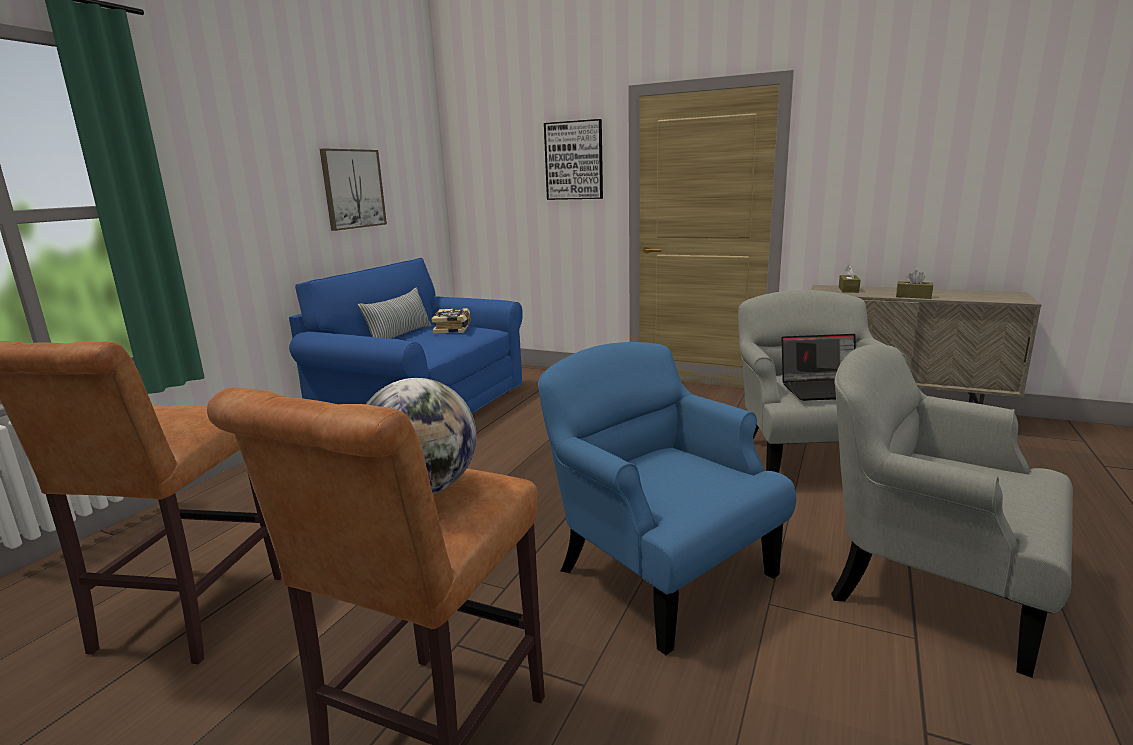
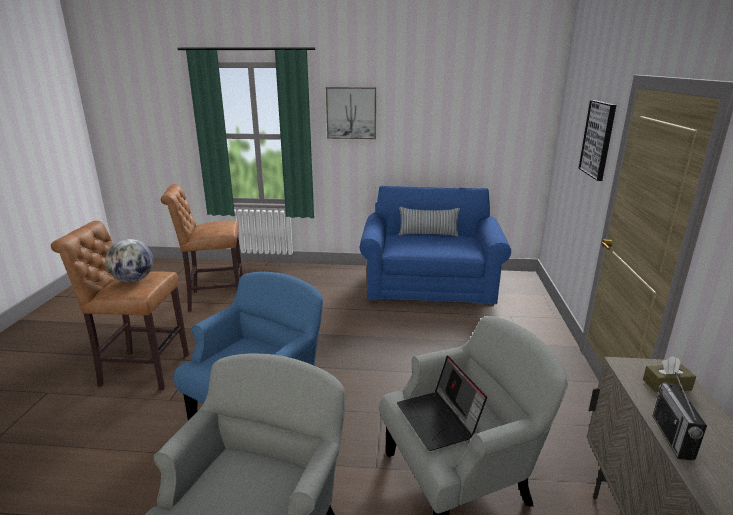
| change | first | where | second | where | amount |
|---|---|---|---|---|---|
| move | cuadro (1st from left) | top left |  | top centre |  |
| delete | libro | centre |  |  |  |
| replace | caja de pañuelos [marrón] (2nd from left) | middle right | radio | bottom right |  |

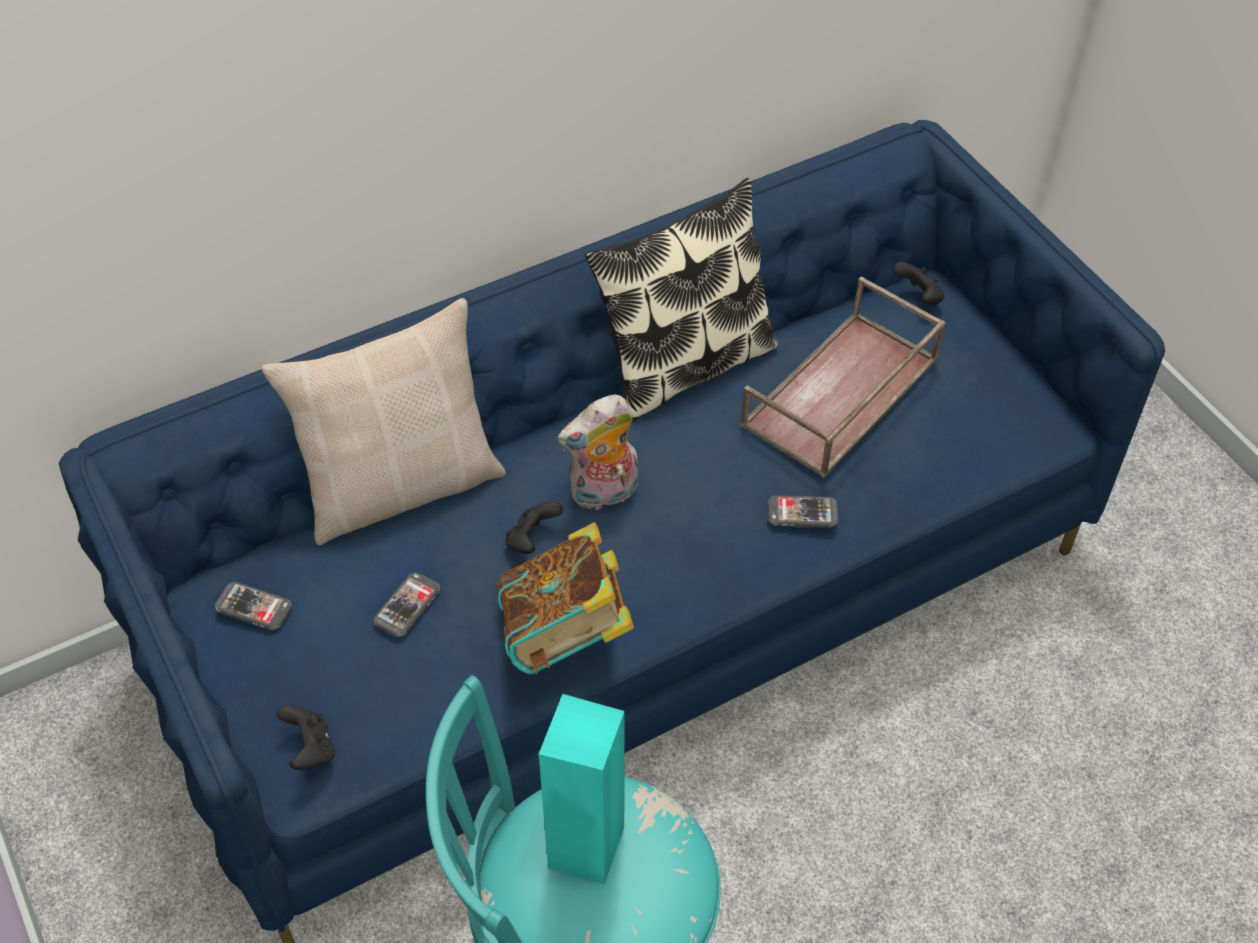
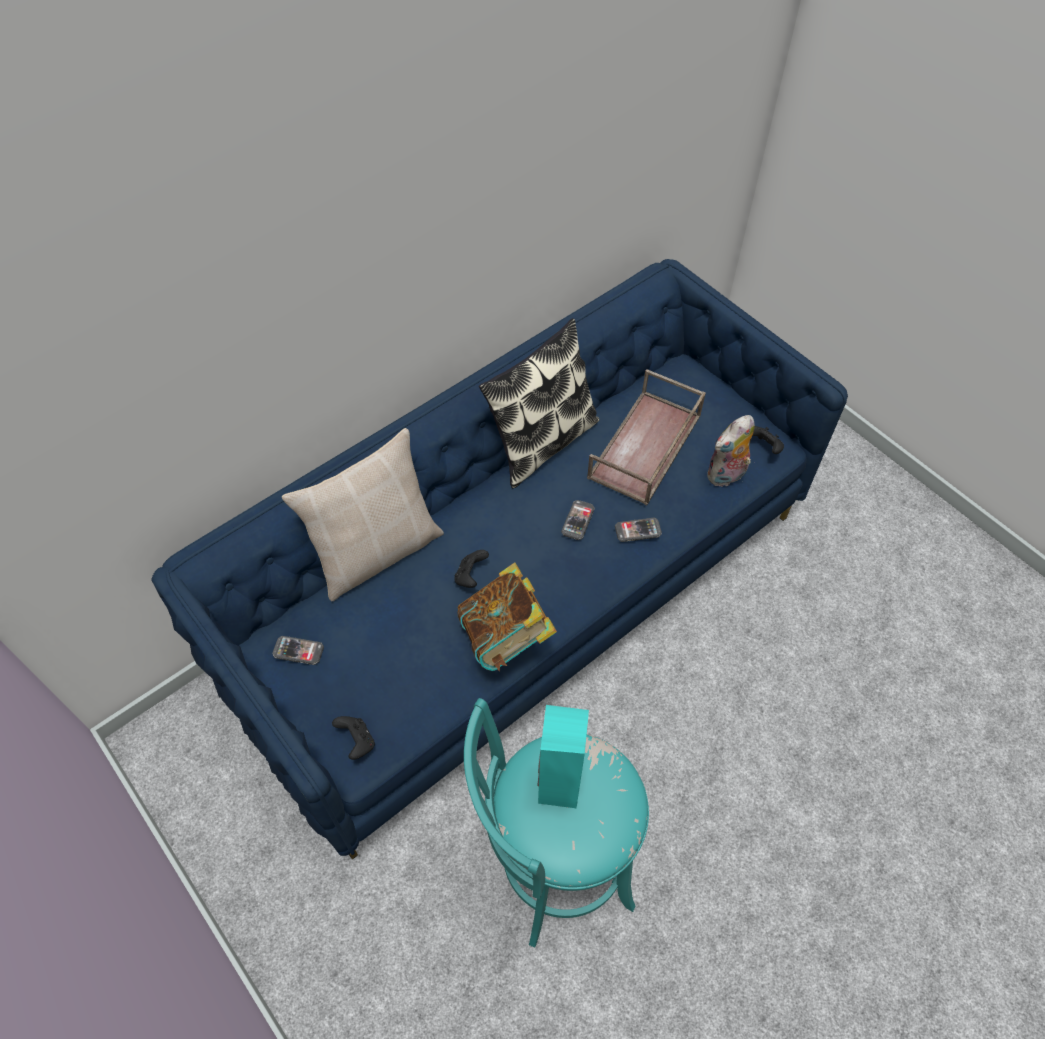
| change | first | where | second | where | amount |
|---|---|---|---|---|---|
| move | móvil (2nd from left) | middle left |  | centre |  |
| move | peluche | centre |  | middle right |  |
| move | mando de consola [negro] (3rd from left) | top right |  | middle right |  |

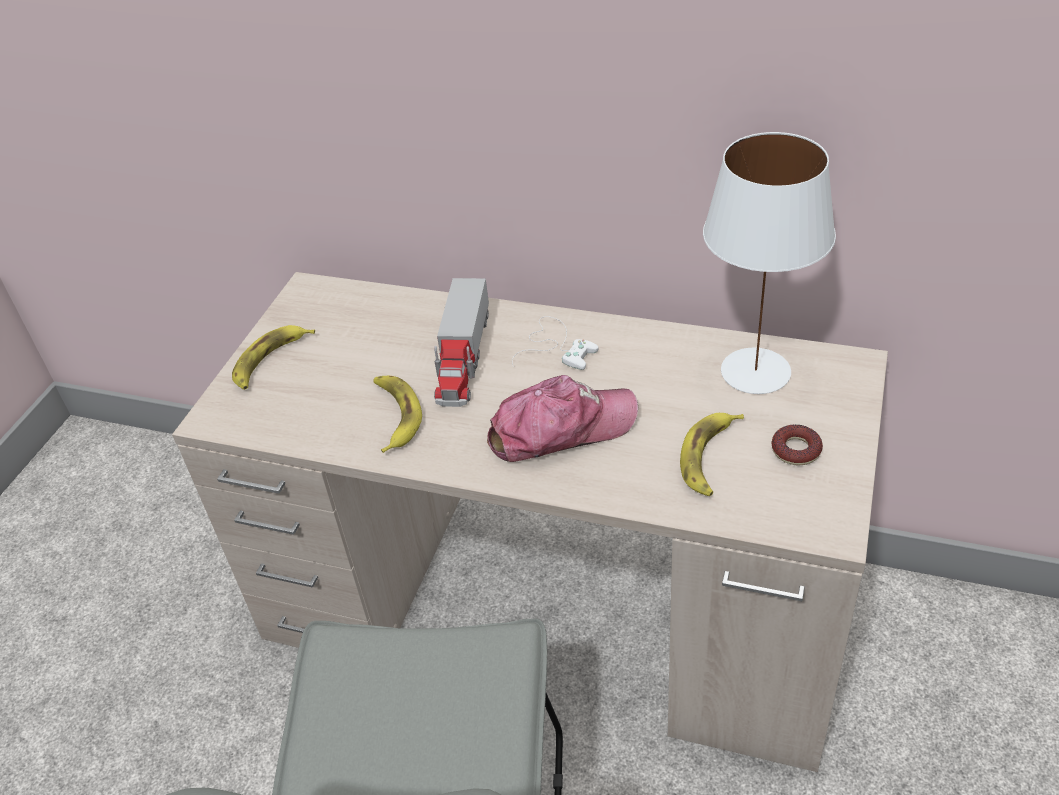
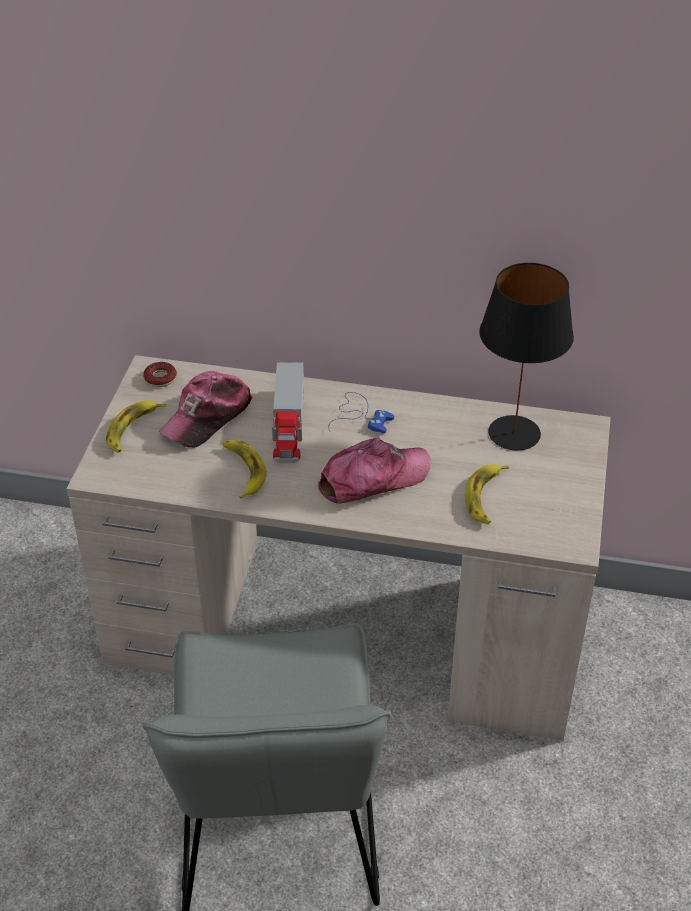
| change | first | where | second | where | amount |
|---|---|---|---|---|---|
| recolor | mando de consola [blanco] | centre | mando de consola [azul] | centre |  |
| recolor | lámpara de mesa [blanco] | top right | lámpara de mesa [negro] | middle right |  |
| move | rosquilla | middle right |  | middle left |  |
| insert |  |  | gorra (1st from left) | middle left |  |

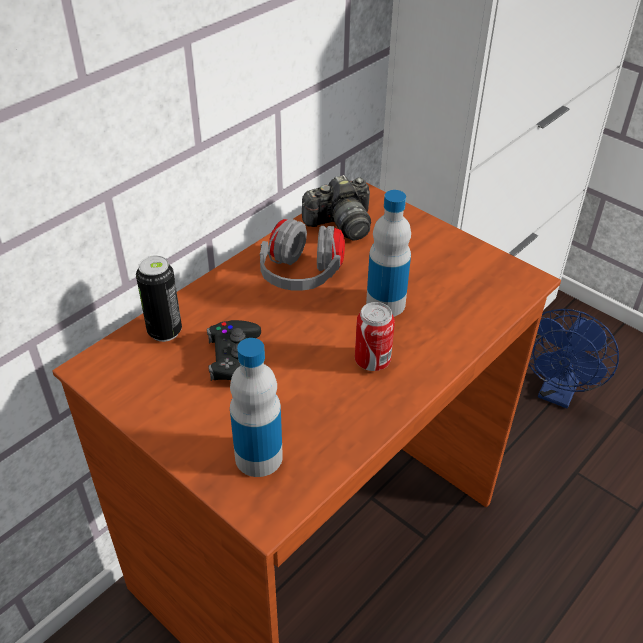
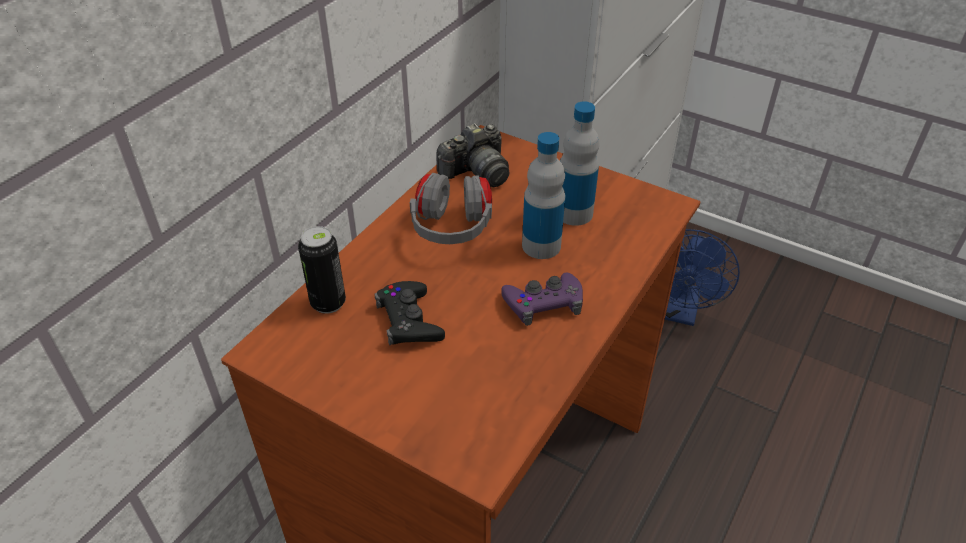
| change | first | where | second | where | amount |
|---|---|---|---|---|---|
| move | botella (1st from left in the first image) | centre | botella (2nd from left) | top centre |  |
| replace | lata (2nd from left) | centre | mando de consola [morado] | centre |  |

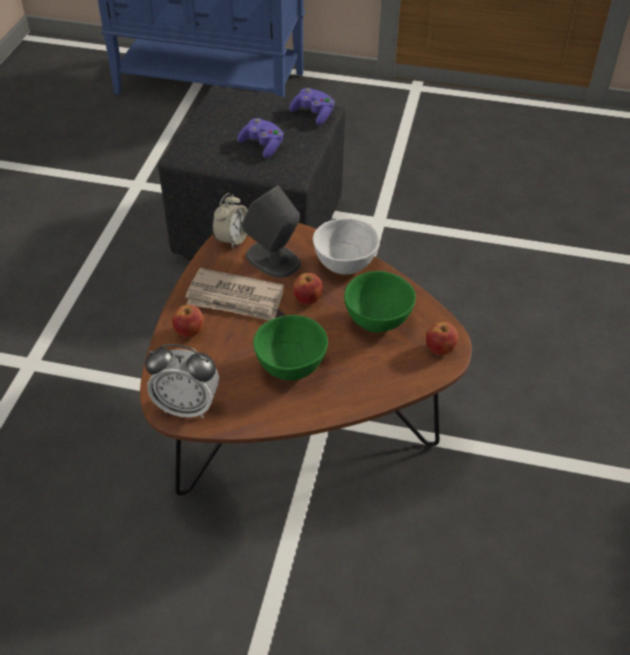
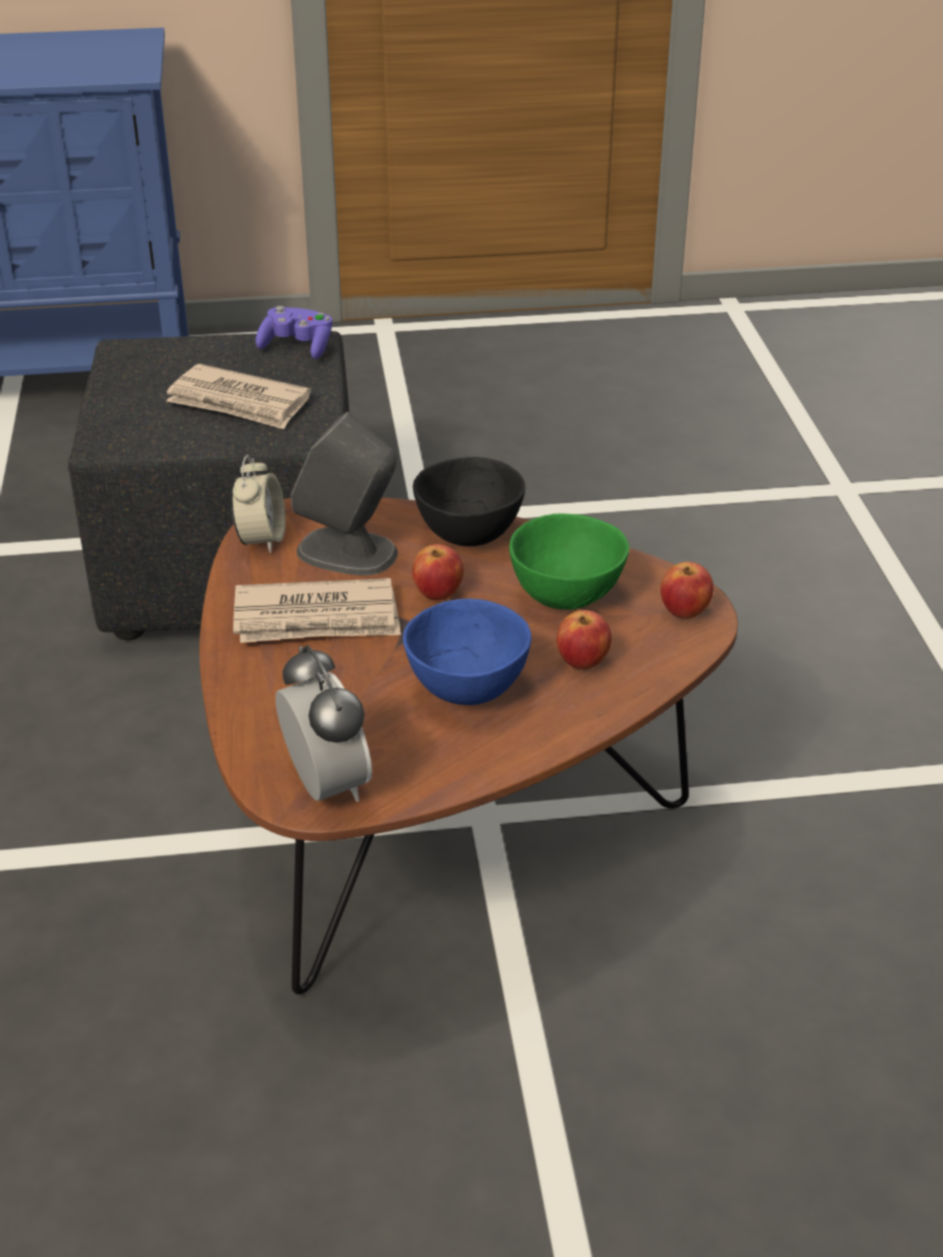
| change | first | where | second | where | amount |
|---|---|---|---|---|---|
| rotate | despertador (1st from left in the first image) | middle left | despertador (2nd from left) | centre | 105 degrees counterclockwise |
| move | manzana (1st from left in the first image) | middle left | manzana (2nd from left) | centre |  |
| replace | mando de consola [morado] (1st from left) | top centre | periódico (1st from left) | top left |  |
| recolor | cuenco [verde] (1st from left) | centre | cuenco [azul] | centre |  |
| recolor | cuenco [blanco] | centre | cuenco [negro] | centre |  |

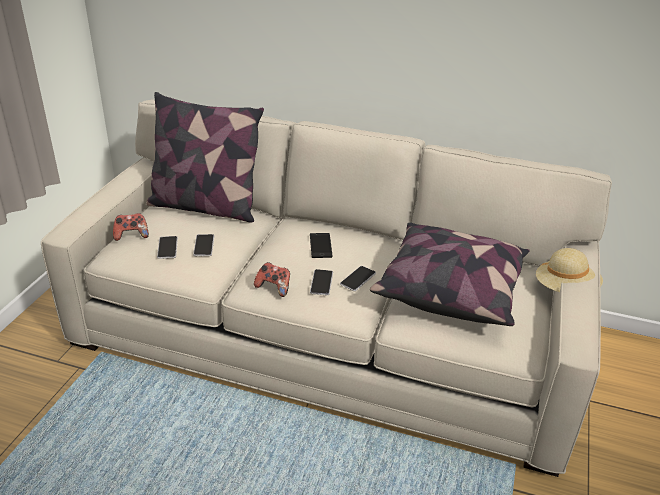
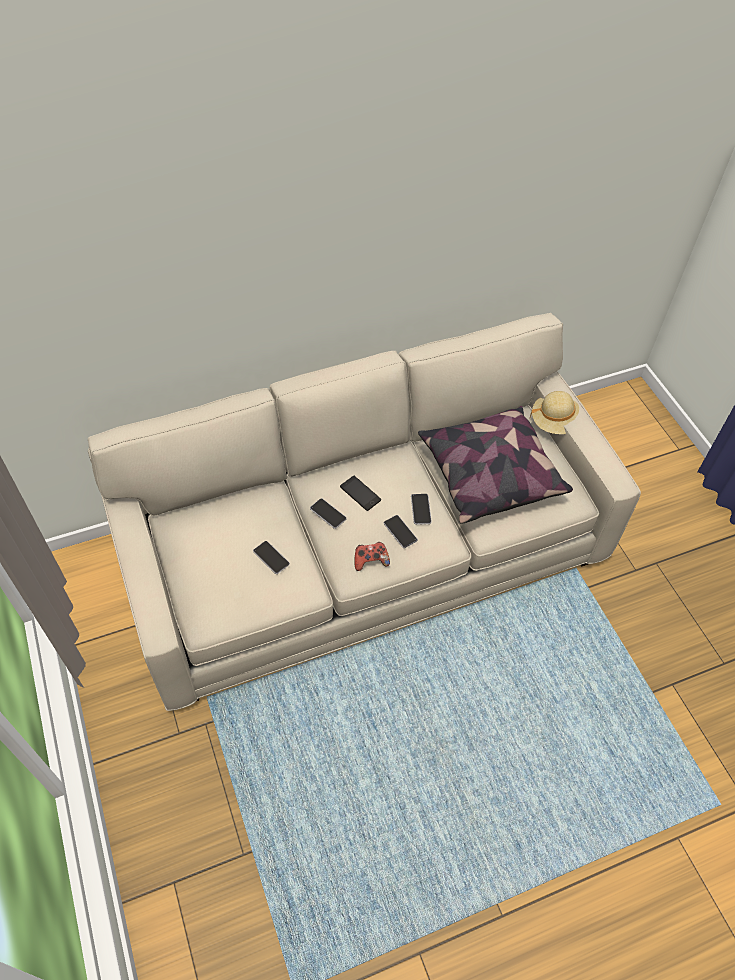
| change | first | where | second | where | amount |
|---|---|---|---|---|---|
| delete | mando de consola (1st from left) | middle left |  |  |  |
| delete | cojín (1st from left) | top left |  |  |  |
| move | móvil (1st from left in the first image) | middle left | móvil (2nd from left) | centre |  |

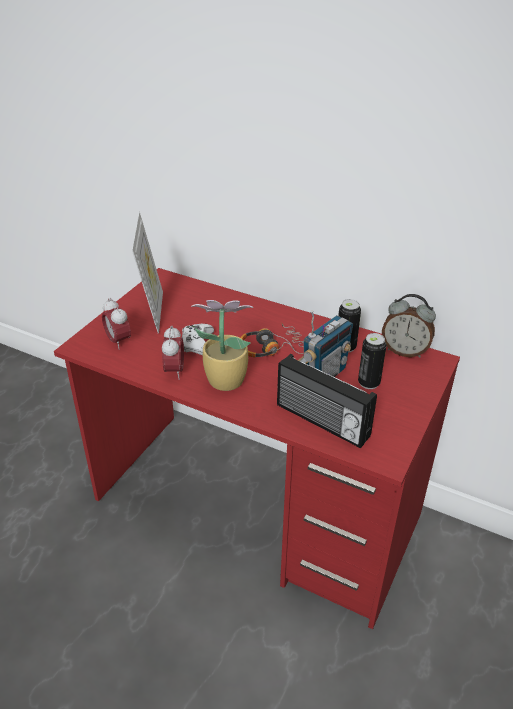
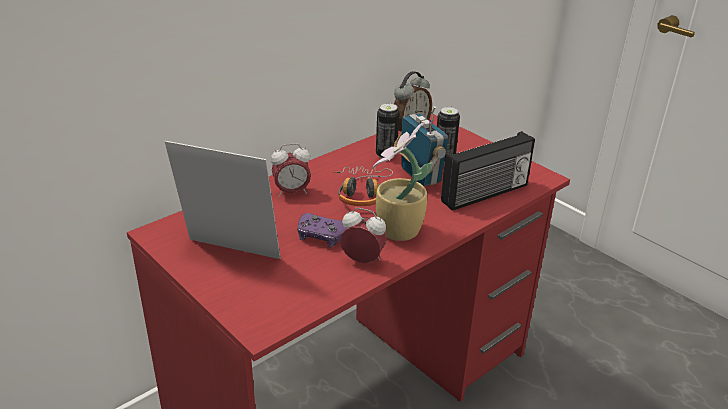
| change | first | where | second | where | amount |
|---|---|---|---|---|---|
| move | despertador (1st from left) | middle left |  | centre |  |
| recolor | mando de consola [blanco] | centre | mando de consola [morado] | centre |  |

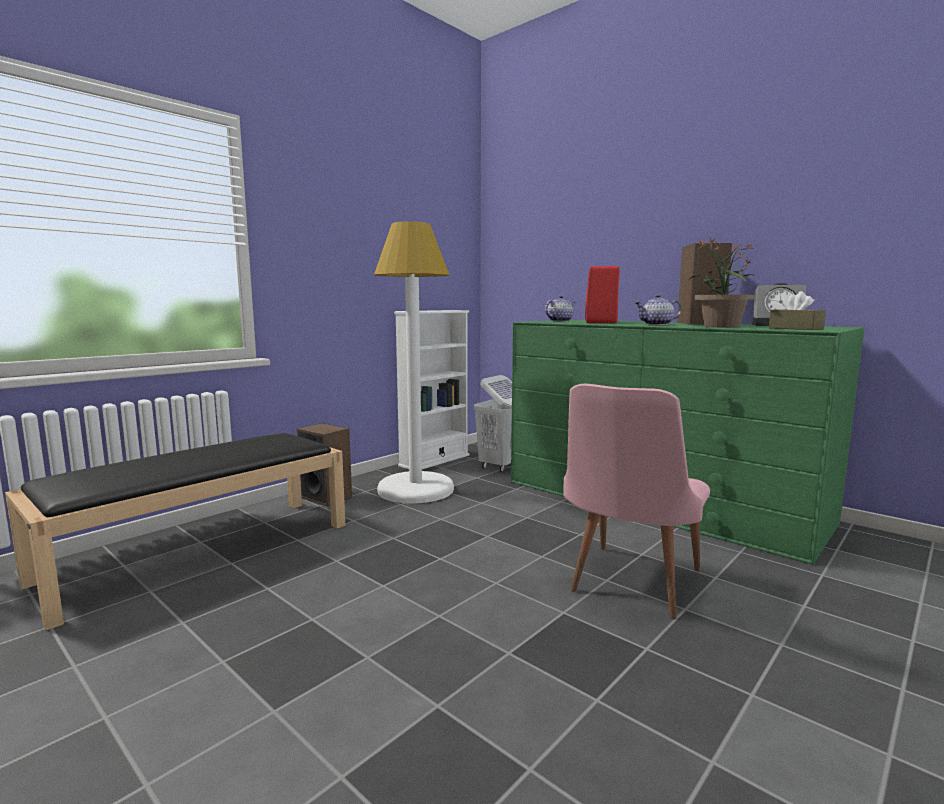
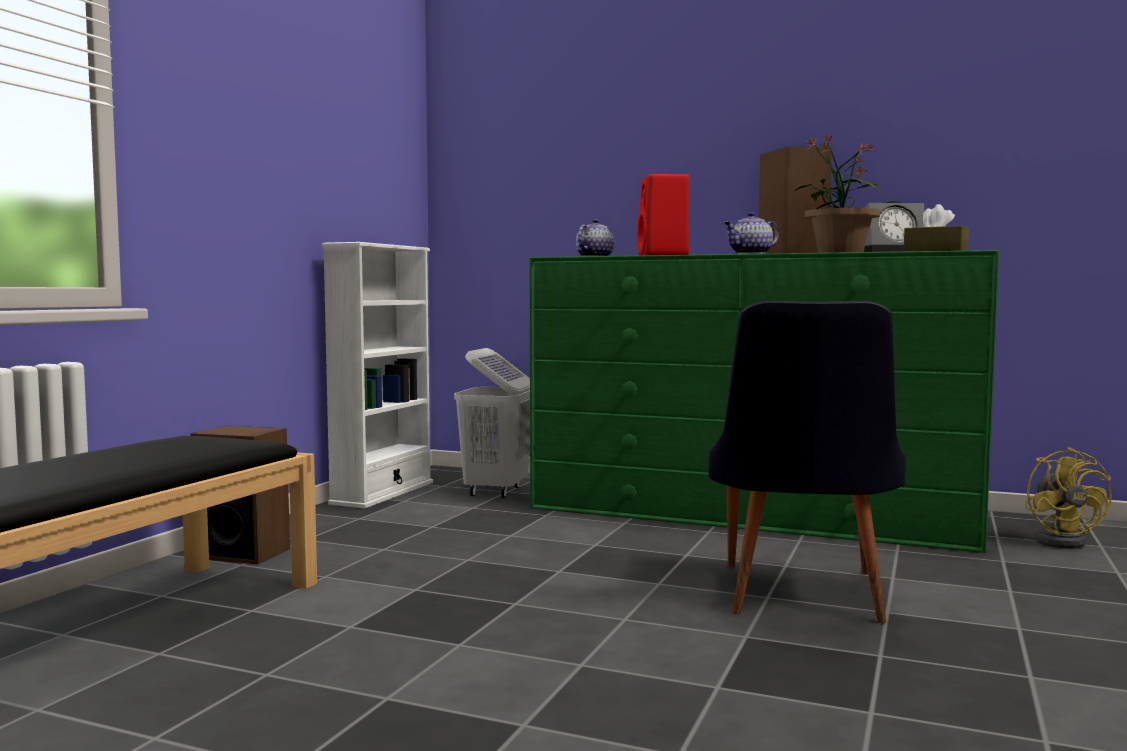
| change | first | where | second | where | amount |
|---|---|---|---|---|---|
| delete | lámpara de pie [blanco] | centre |  |  |  |
| recolor | silla [rosa] | middle right | silla [negro] | middle right |  |
| insert |  |  | ventilador [amarillo] | middle right |  |

